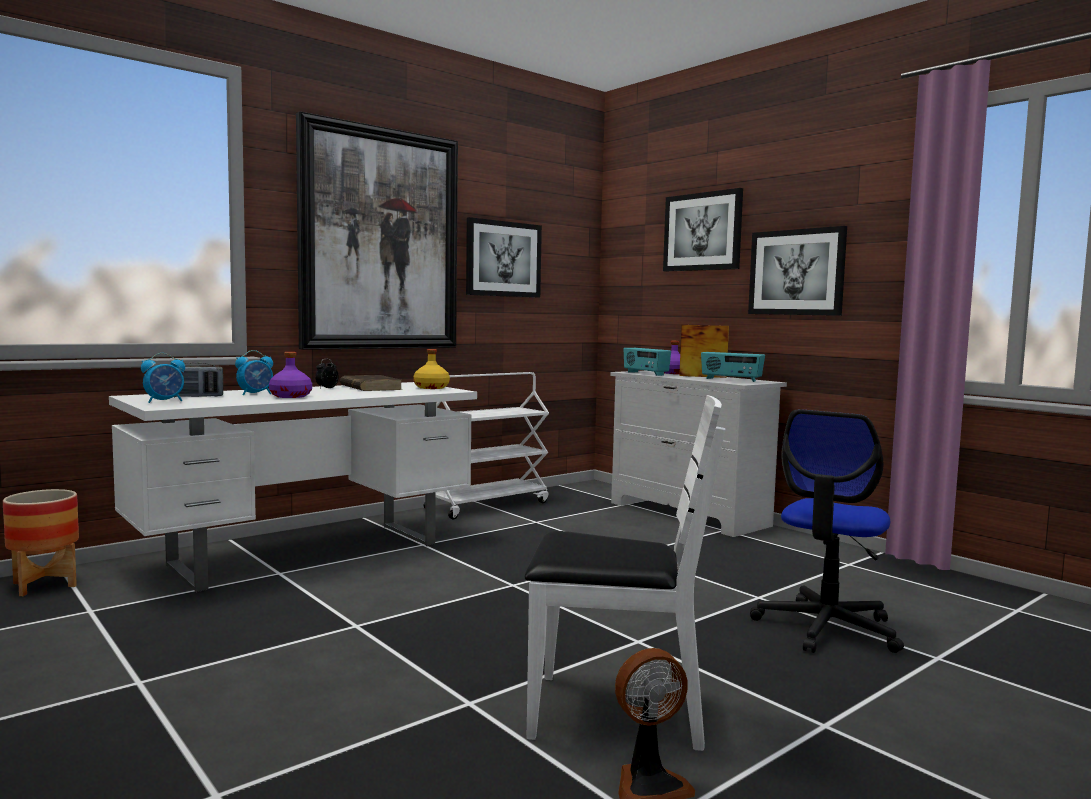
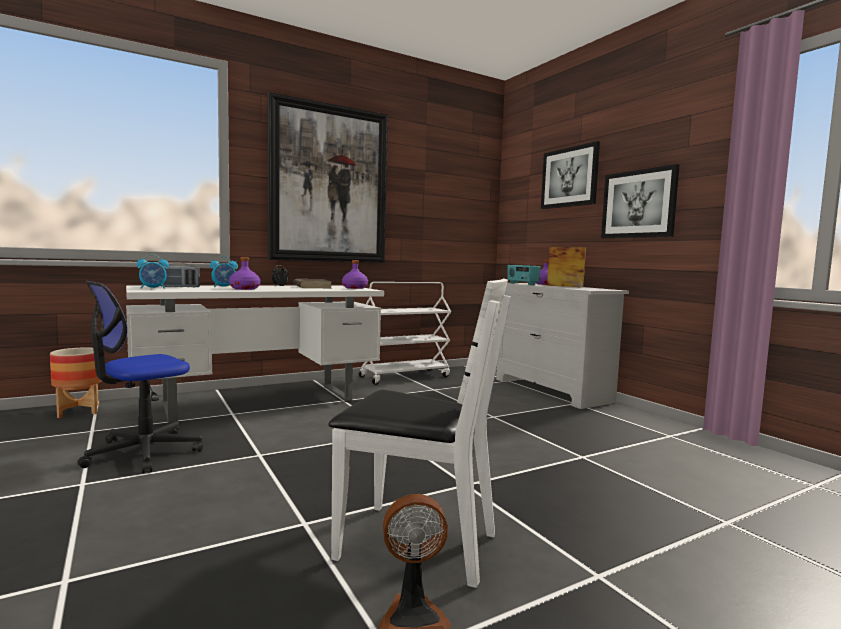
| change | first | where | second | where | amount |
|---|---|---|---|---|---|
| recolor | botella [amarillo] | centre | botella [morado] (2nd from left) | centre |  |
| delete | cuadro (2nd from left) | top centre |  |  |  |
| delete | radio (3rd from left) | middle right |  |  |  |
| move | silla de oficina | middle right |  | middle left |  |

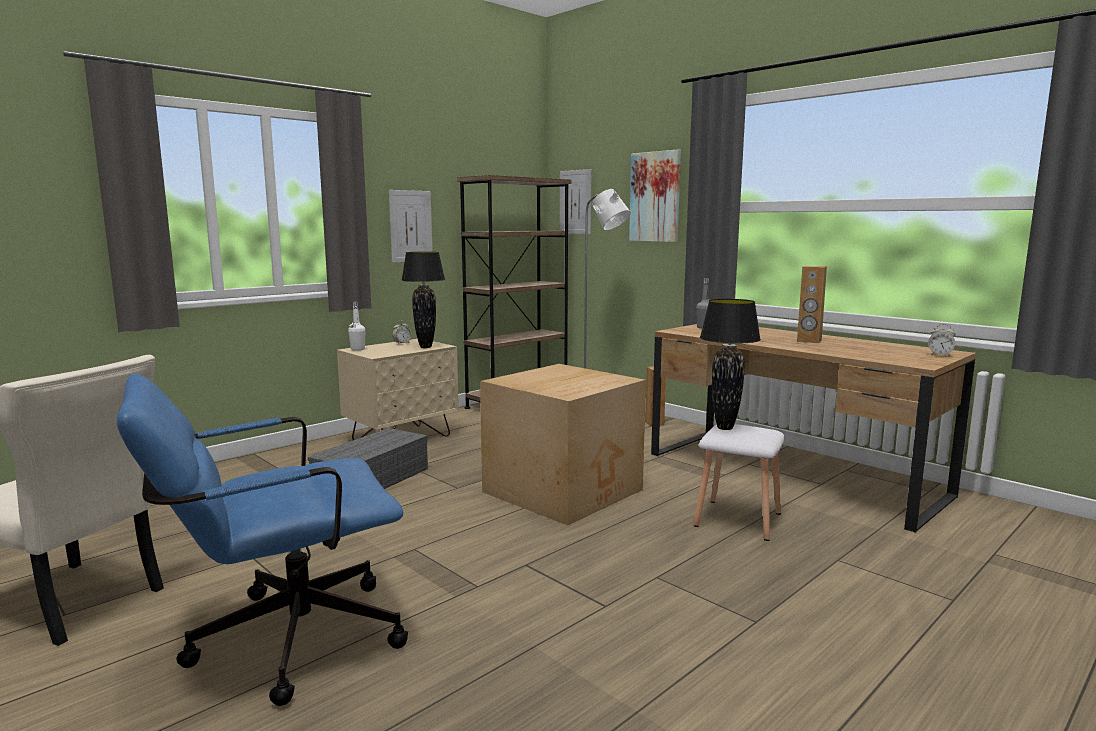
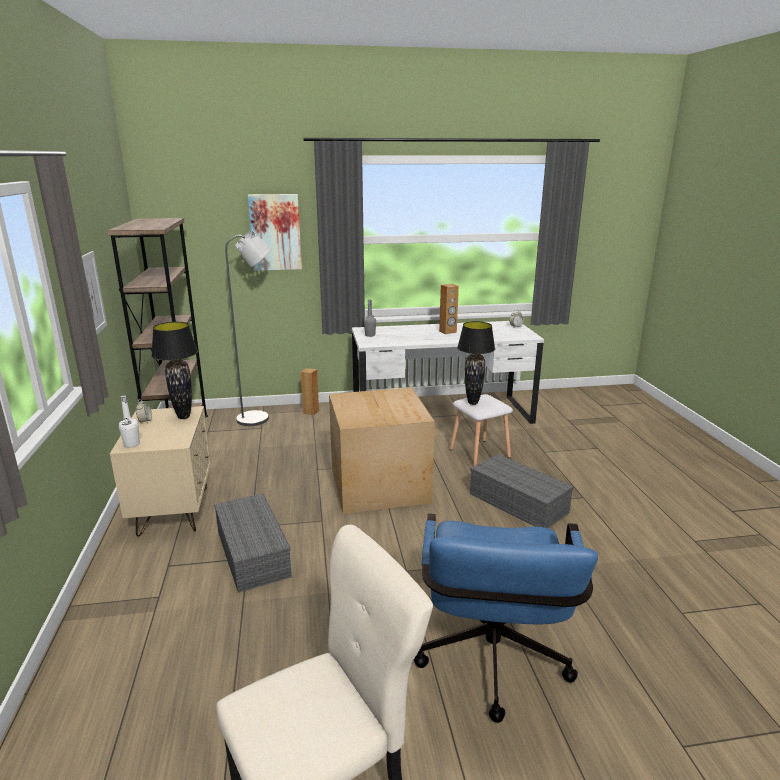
| change | first | where | second | where | amount |
|---|---|---|---|---|---|
| delete | cuadro (2nd from left) | top centre |  |  |  |
| recolor | escritorio [marrón] | middle right | escritorio [blanco] | centre |  |
| insert |  |  | caja de almacenaje [gris] (2nd from left) | middle right |  |

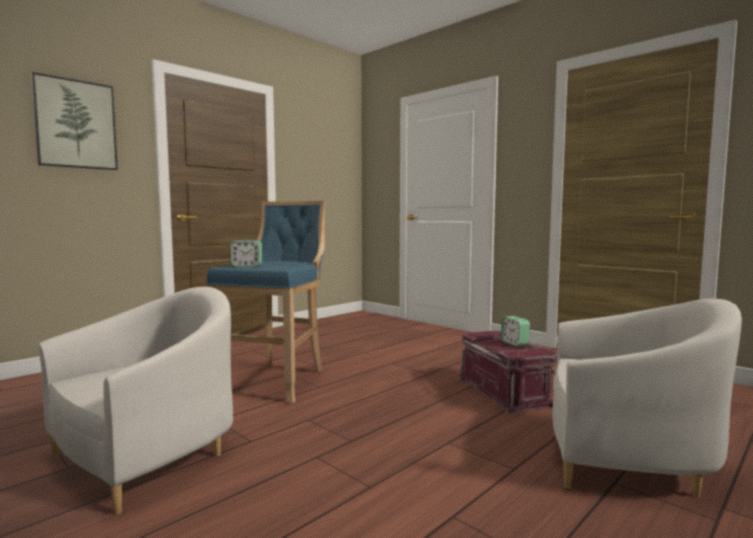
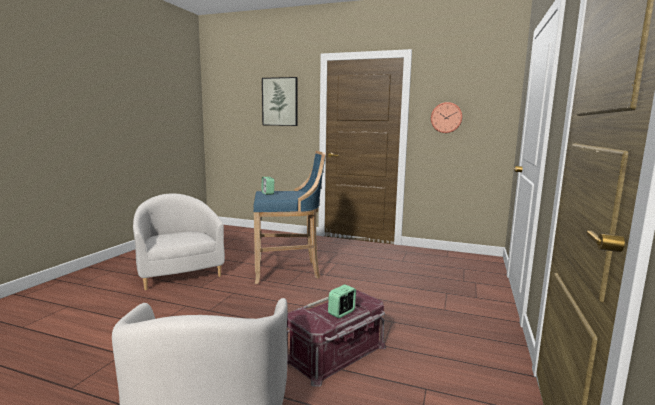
| change | first | where | second | where | amount |
|---|---|---|---|---|---|
| rotate | sillón [blanco] (1st from left) | bottom left |  | middle left | 135 degrees counterclockwise |
| insert |  |  | reloj de pared | top right |  |

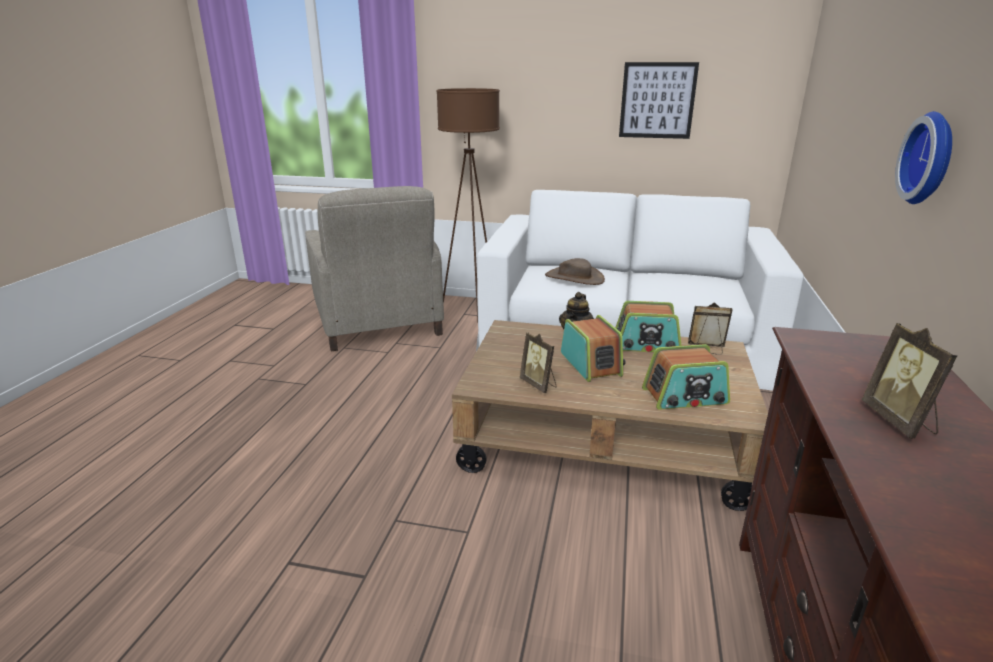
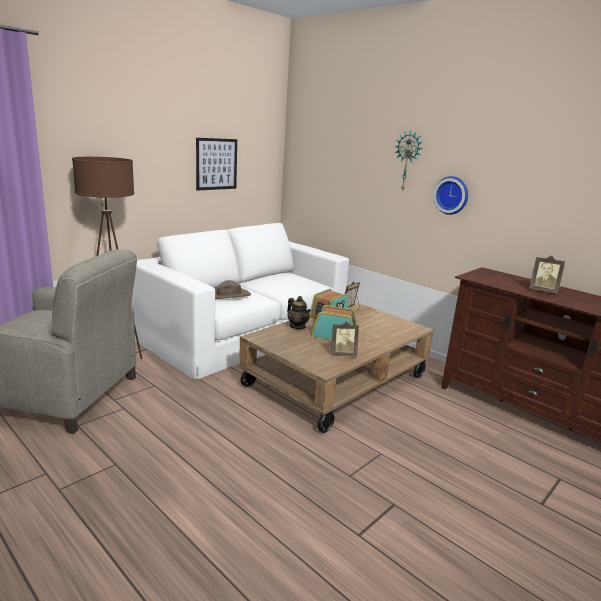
| change | first | where | second | where | amount |
|---|---|---|---|---|---|
| delete | radio (3rd from left) | middle right |  |  |  |
| insert |  |  | reloj de pared (1st from left) | top right |  |

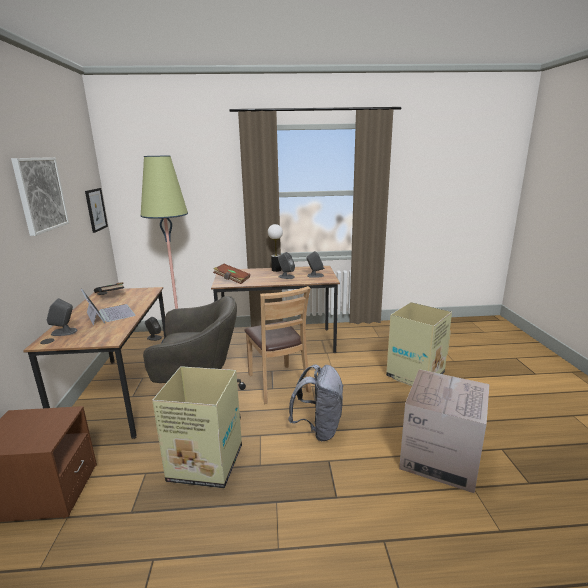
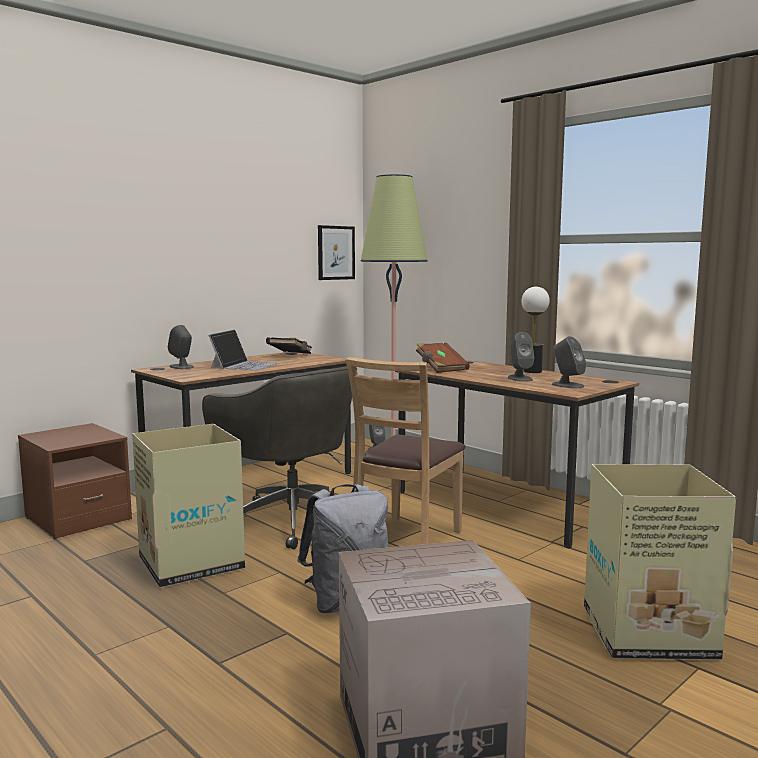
| change | first | where | second | where | amount |
|---|---|---|---|---|---|
| delete | cuadro (1st from left) | middle left |  |  |  |

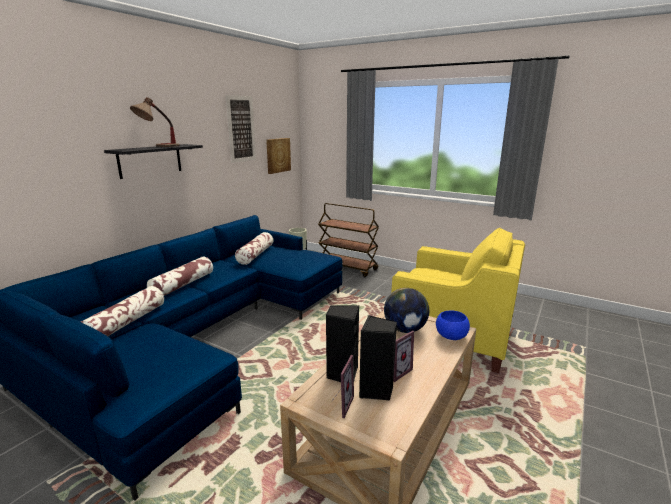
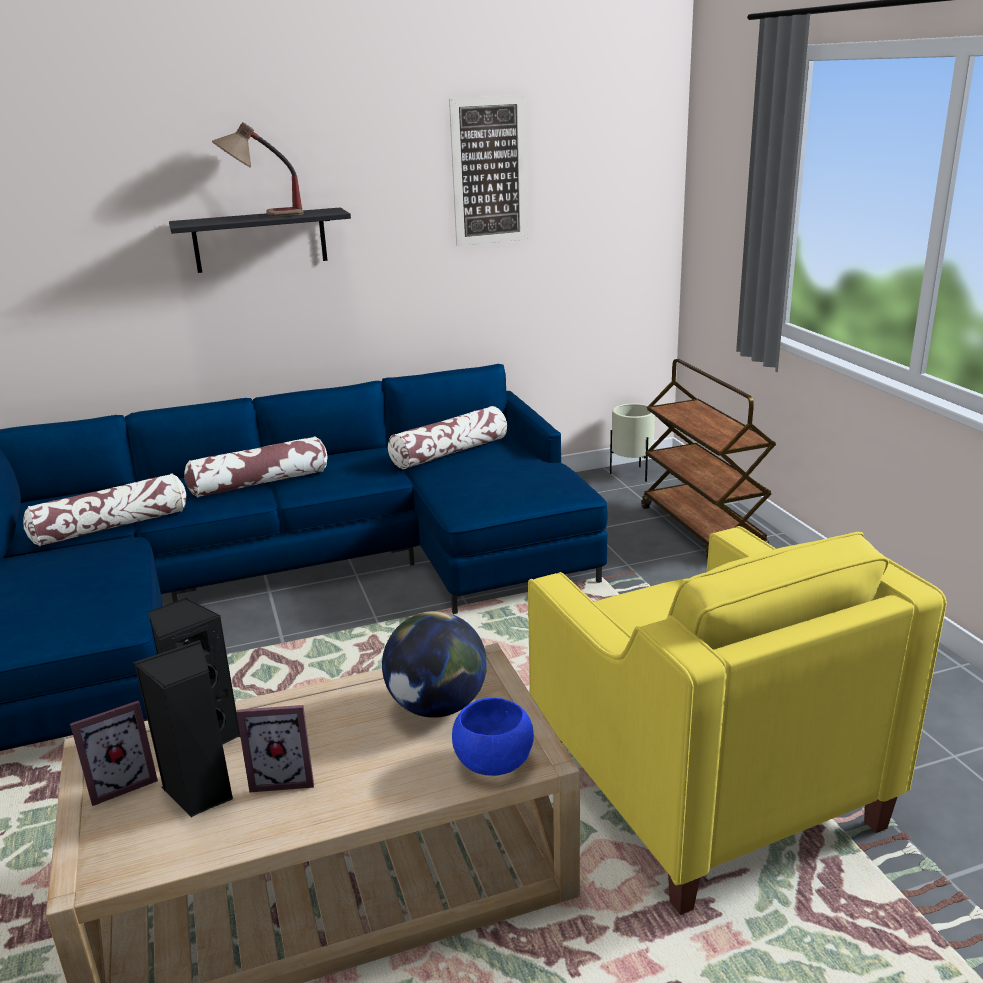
| change | first | where | second | where | amount |
|---|---|---|---|---|---|
| delete | cuadro (2nd from left) | top centre |  |  |  |

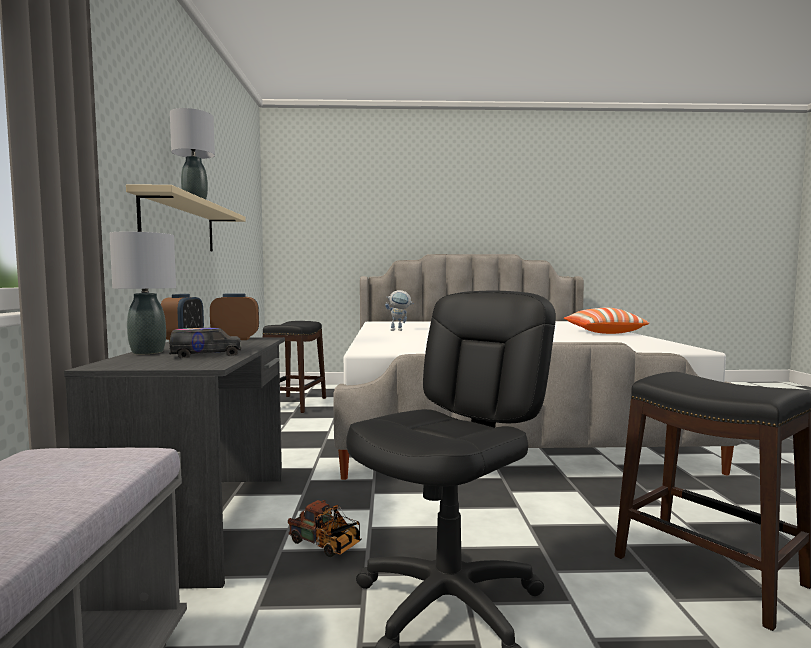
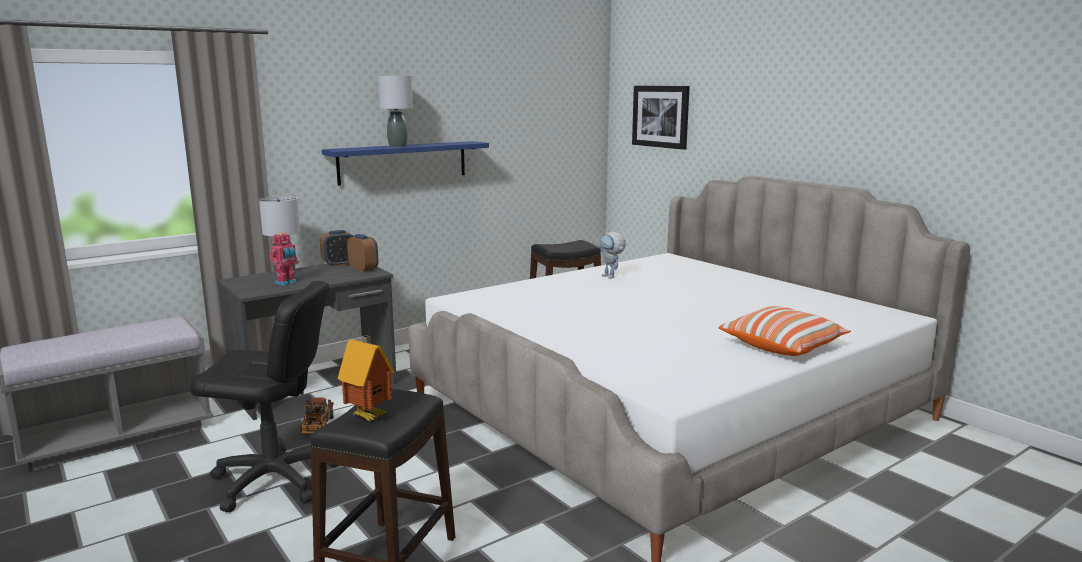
| change | first | where | second | where | amount |
|---|---|---|---|---|---|
| recolor | estante [beis] | middle left | estante [azul] | top centre |  |
| replace | camión de juguete (1st from left) | middle left | robot de juguete (1st from left) | middle left |  |
| insert |  |  | casita | bottom centre |  |
| insert |  |  | cuadro | top centre |  |

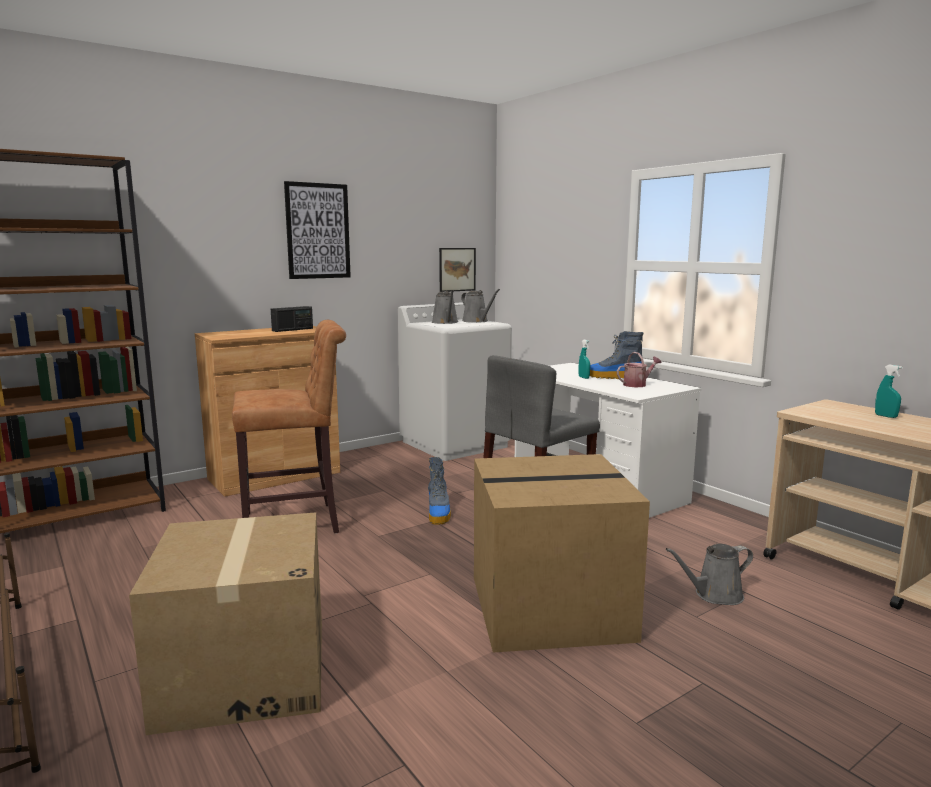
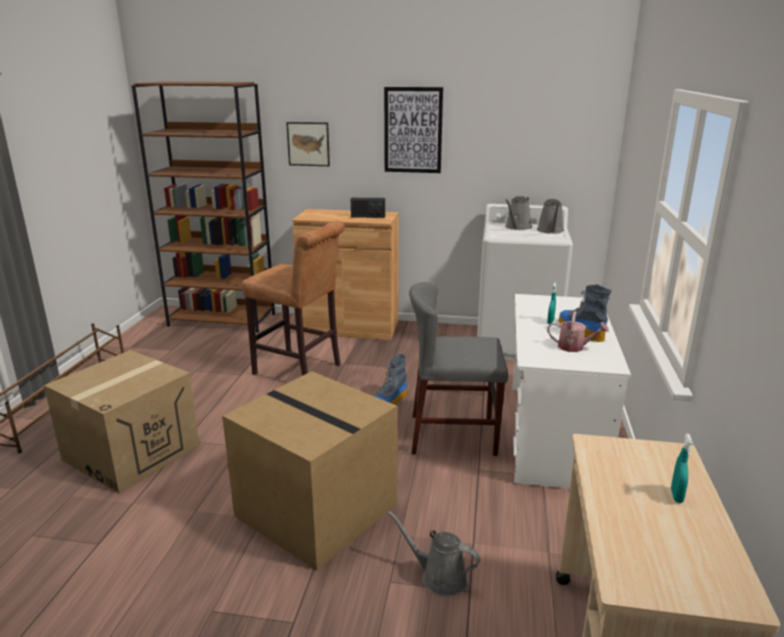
| change | first | where | second | where | amount |
|---|---|---|---|---|---|
| move | cuadro (2nd from left in the first image) | centre | cuadro (1st from left) | top centre |  |

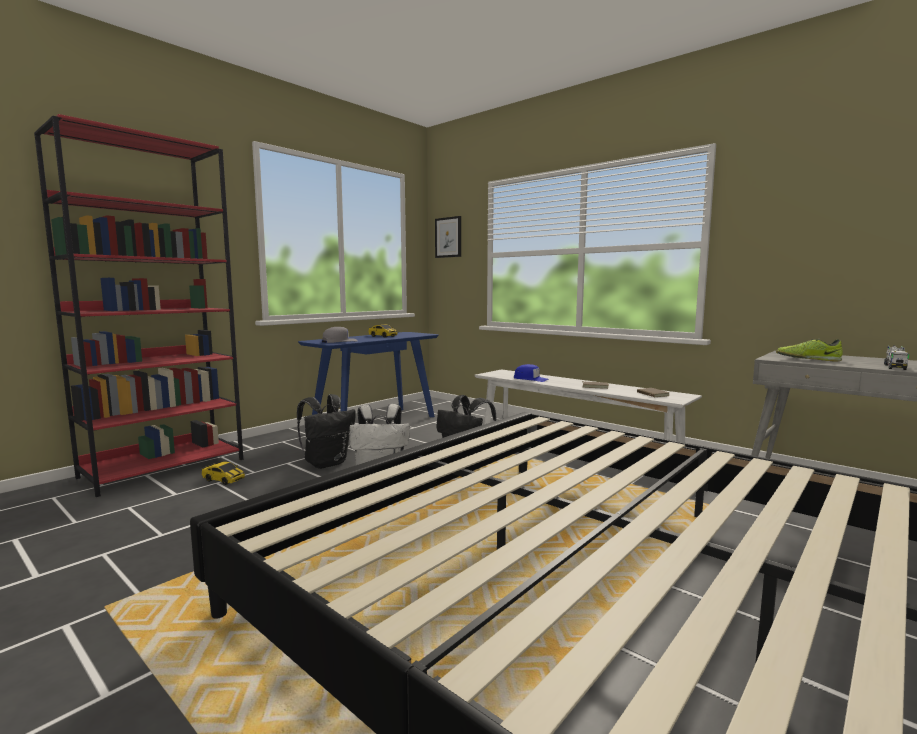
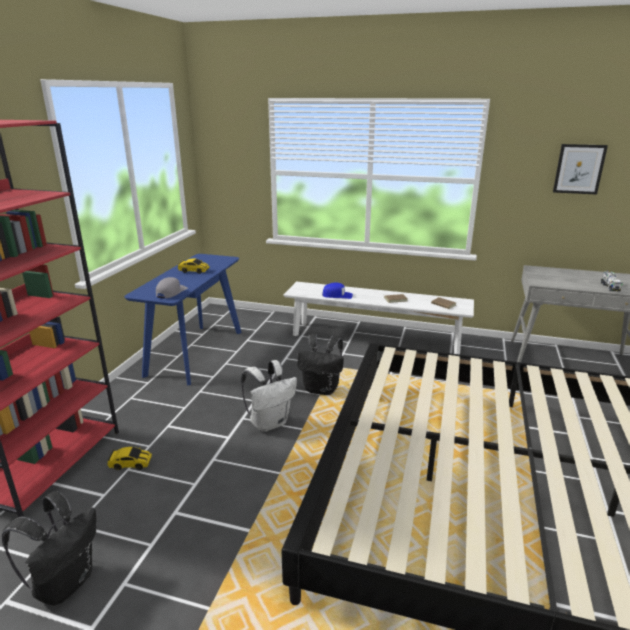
| change | first | where | second | where | amount |
|---|---|---|---|---|---|
| move | mochila [negro] (1st from left) | centre |  | bottom left |  |
| move | cuadro | top centre |  | top right |  |
| delete | zapato | middle right |  |  |  |

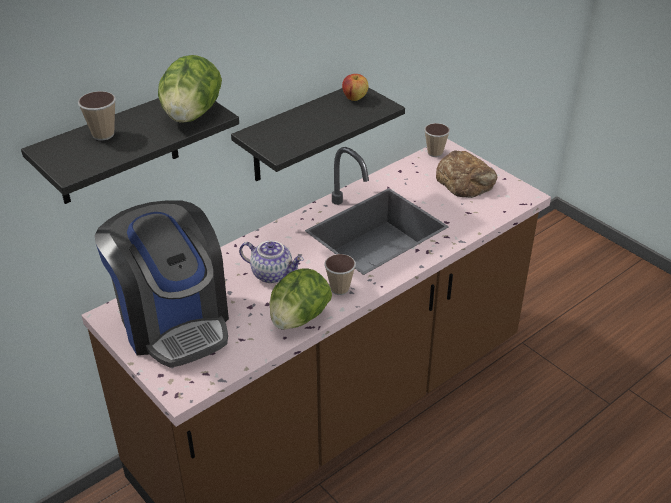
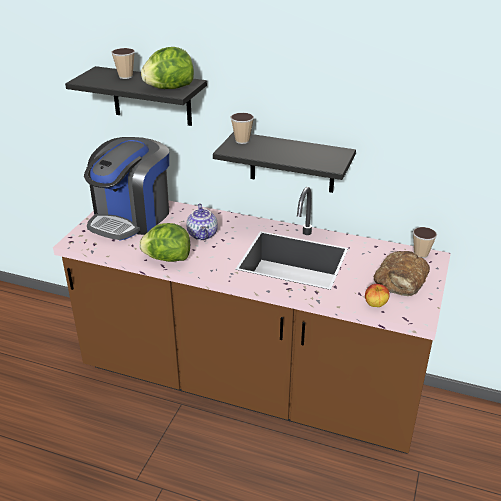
| change | first | where | second | where | amount |
|---|---|---|---|---|---|
| move | taza (2nd from left) | centre |  | top centre |  |
| move | manzana | top centre |  | middle right |  |

